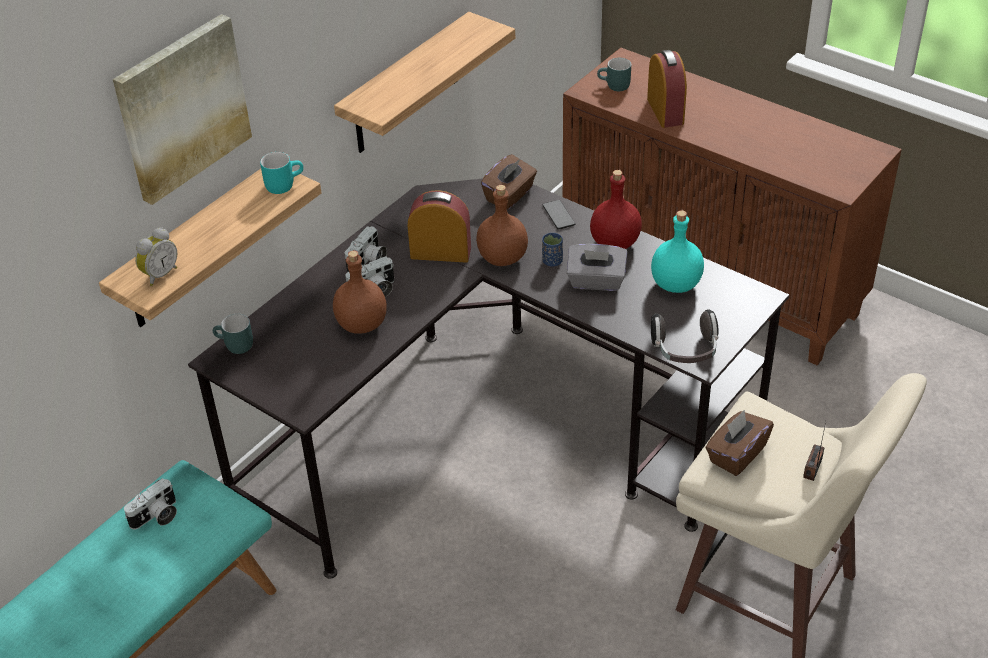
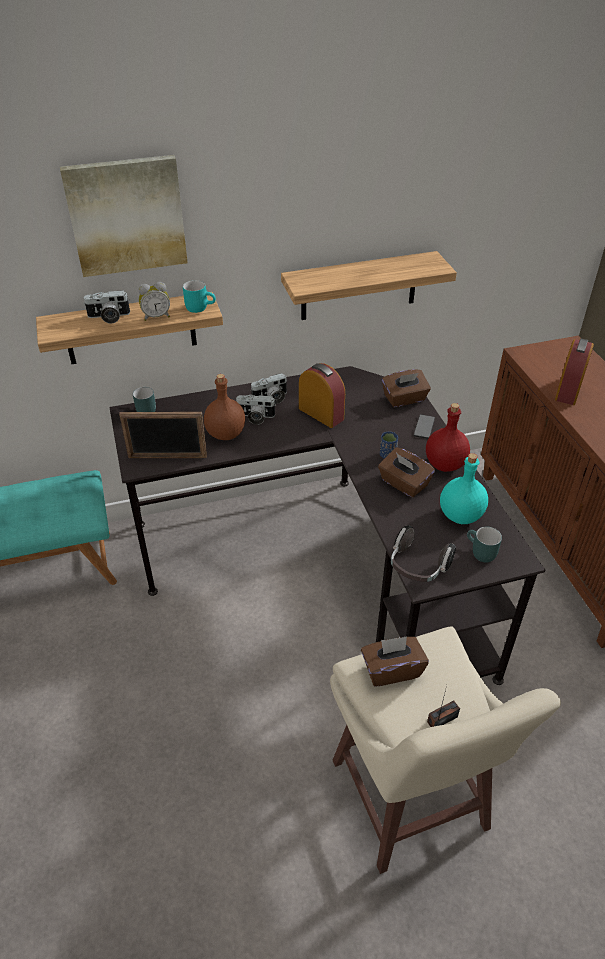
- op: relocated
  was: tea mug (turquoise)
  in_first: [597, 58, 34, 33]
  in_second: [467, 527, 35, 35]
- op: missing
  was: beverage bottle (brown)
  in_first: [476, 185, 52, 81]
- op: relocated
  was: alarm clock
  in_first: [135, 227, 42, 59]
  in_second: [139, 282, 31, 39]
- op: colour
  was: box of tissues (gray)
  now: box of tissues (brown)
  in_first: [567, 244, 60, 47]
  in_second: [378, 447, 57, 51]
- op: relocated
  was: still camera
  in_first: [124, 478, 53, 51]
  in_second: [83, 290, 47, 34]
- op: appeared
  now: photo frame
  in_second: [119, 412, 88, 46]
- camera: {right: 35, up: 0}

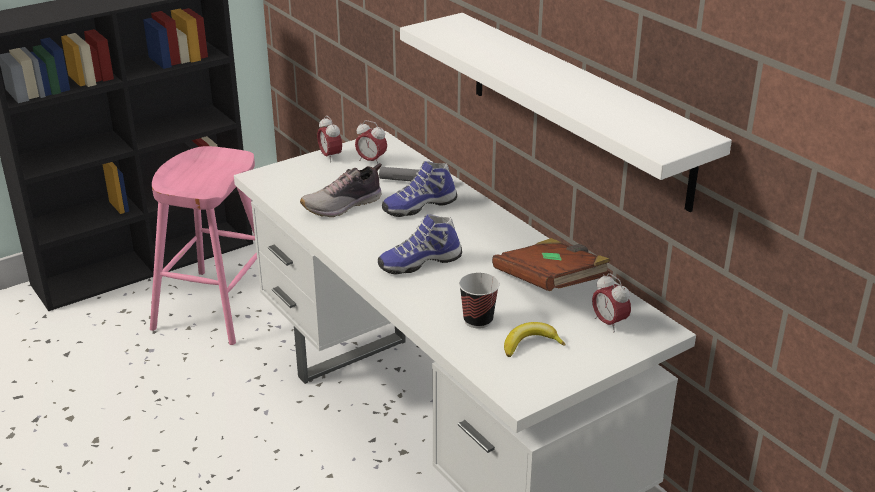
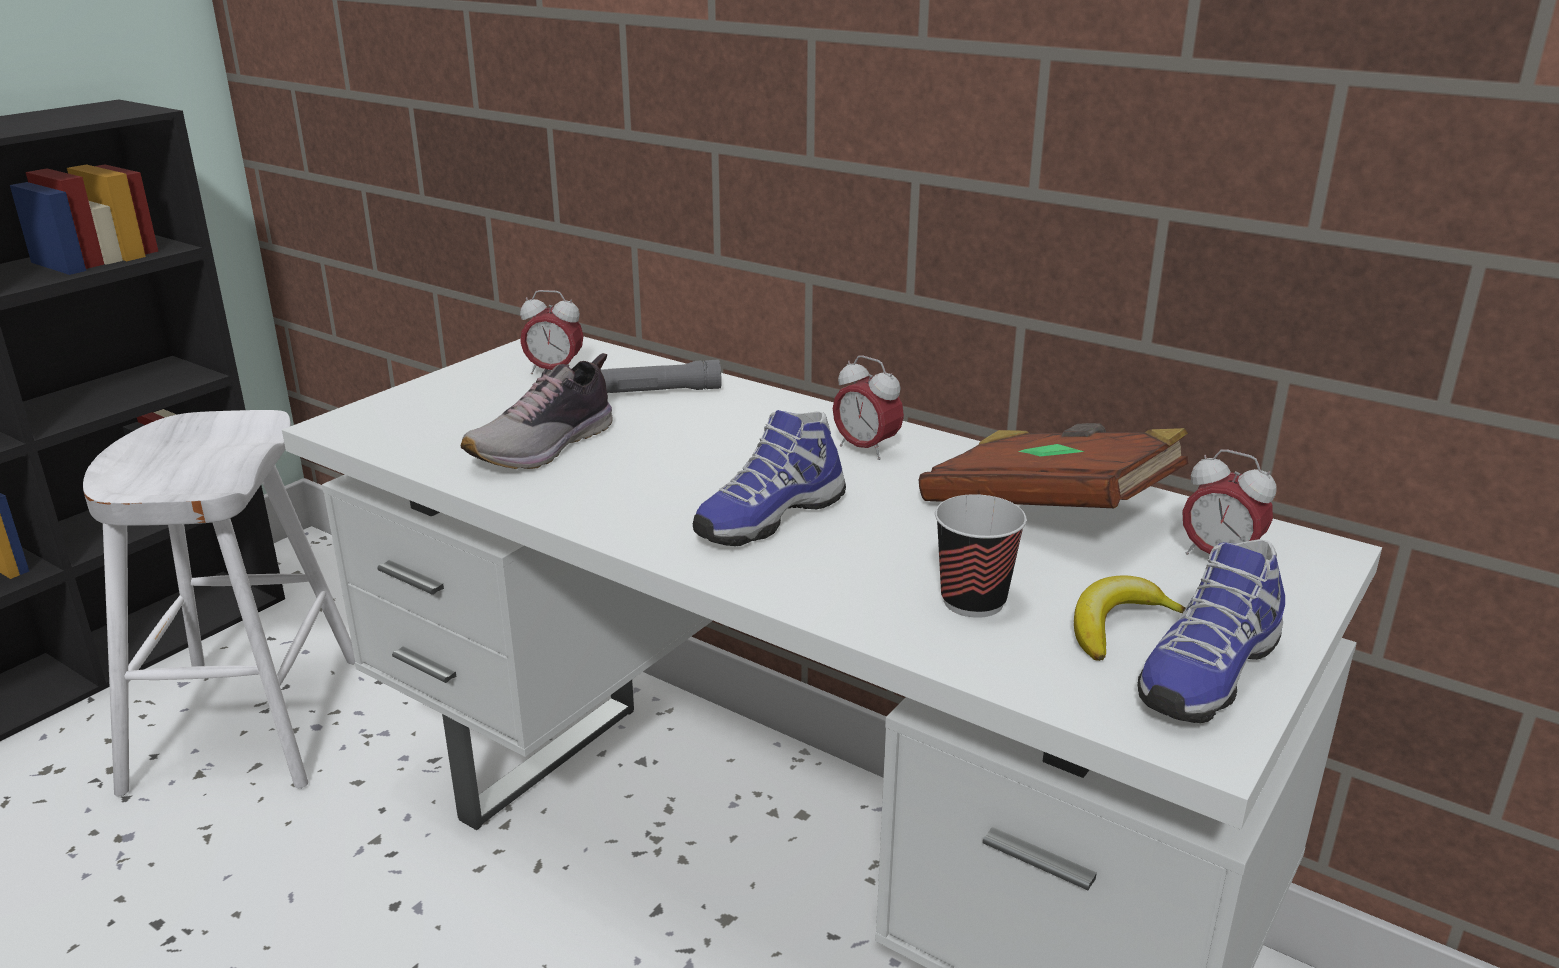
- op: missing
  was: wall shelf (white)
  in_first: [400, 13, 332, 199]
- op: relocated
  was: alarm clock
  in_first: [317, 115, 25, 47]
  in_second: [833, 355, 71, 105]
- op: colour
  was: stool seat (pinkish)
  now: stool seat (white)
  in_first: [150, 146, 107, 199]
  in_second: [83, 410, 272, 386]
- op: relocated
  was: low shoe
  in_first: [382, 161, 75, 56]
  in_second: [1137, 539, 148, 184]
- camera: {right: -20, up: -5}

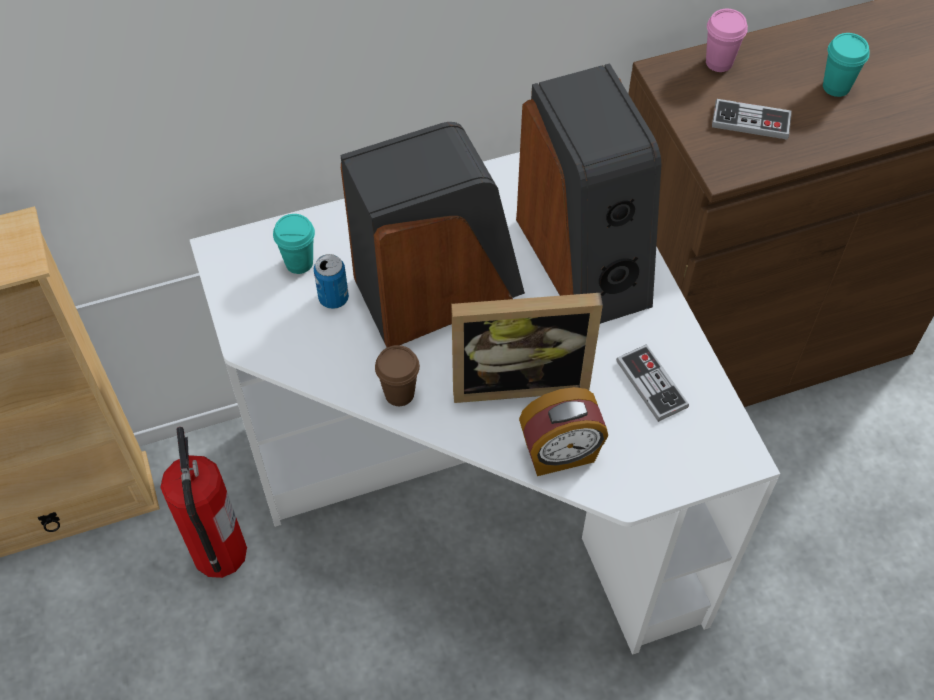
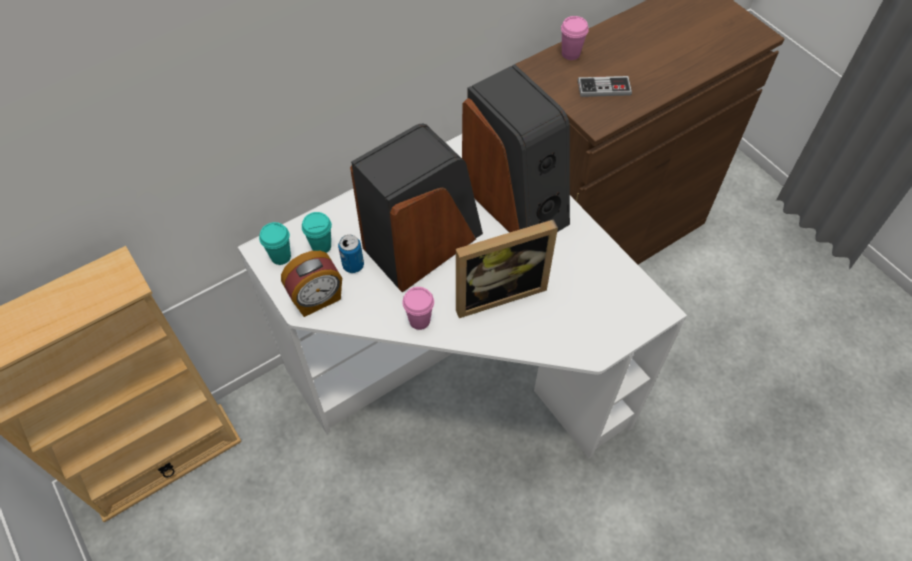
- op: relocated
  was: cup (turquoise)
  in_first: [823, 33, 47, 64]
  in_second: [259, 222, 32, 43]
- op: missing
  was: gamepad
  in_first: [616, 344, 73, 78]
- op: colour
  was: cup (brown)
  now: cup (pinkish)
  in_first: [375, 345, 45, 61]
  in_second: [402, 287, 32, 43]
- op: relocated
  was: alarm clock
  in_first: [519, 387, 89, 89]
  in_second: [281, 251, 61, 66]
- op: missing
  was: extinguisher
  in_first: [160, 427, 87, 151]
- camera: {right: -15, up: 0}

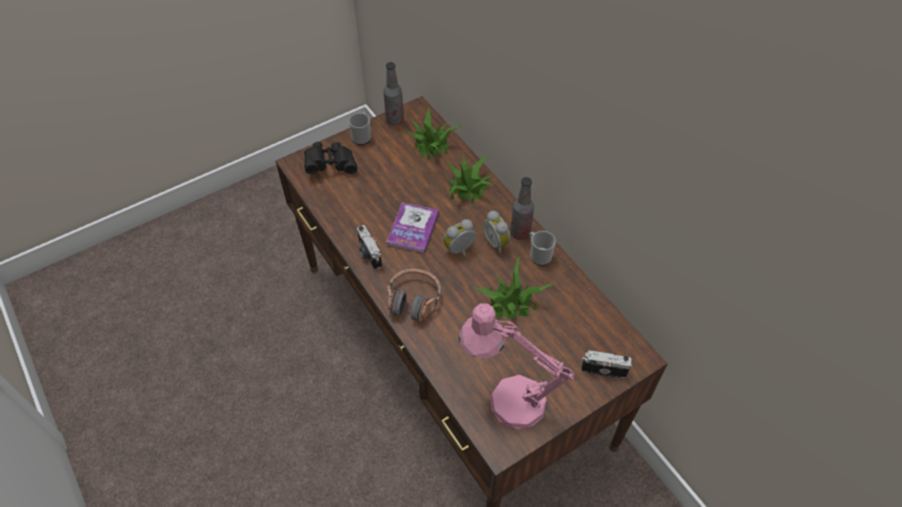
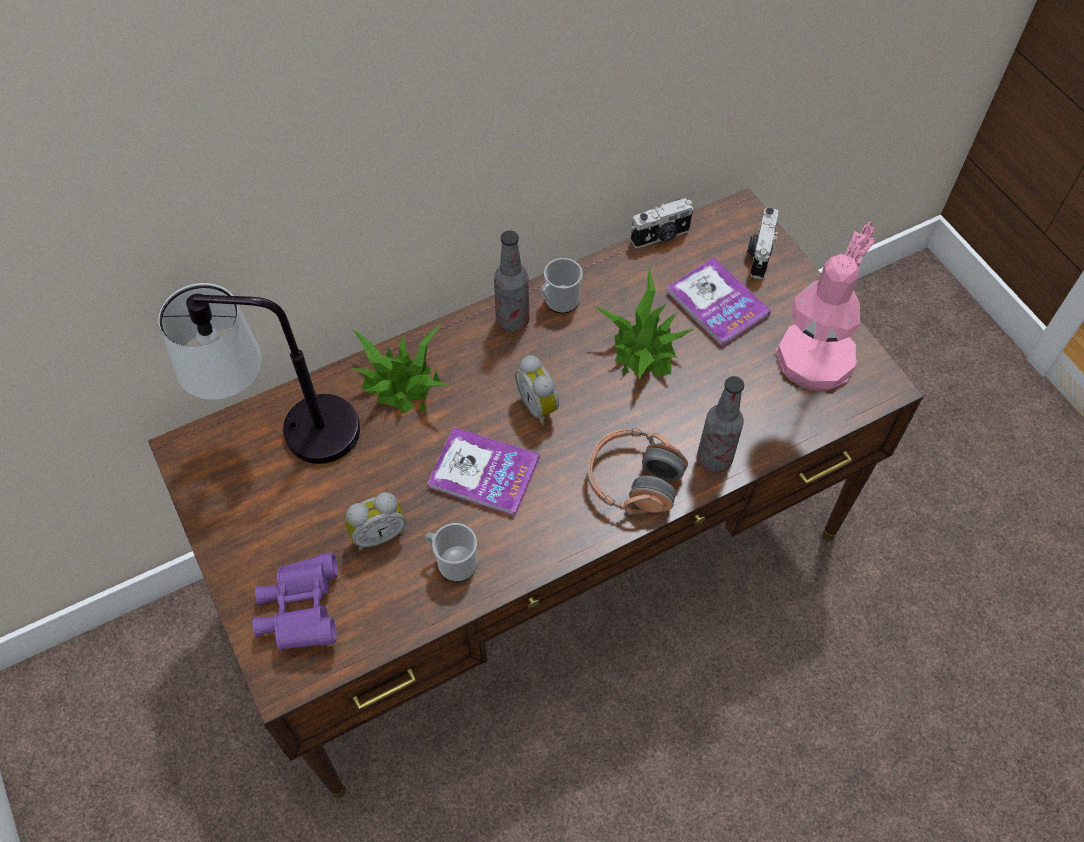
- op: relocated
  was: beverage bottle
  in_first: [383, 62, 21, 63]
  in_second: [697, 376, 47, 97]
- op: exchanged
  was: houseplant
  now: table lamp
  in_first: [407, 107, 54, 53]
  in_second: [158, 283, 202, 181]
- op: relocated
  was: tea mug
  in_first: [348, 112, 23, 33]
  in_second: [425, 523, 52, 59]
- op: colour
  was: field glasses (black-coloured)
  now: field glasses (purplish)
  in_first: [304, 142, 53, 32]
  in_second: [252, 553, 86, 97]
- op: relocated
  was: alarm clock
  in_first: [483, 211, 28, 43]
  in_second: [345, 492, 61, 59]
- op: relocated
  was: still camera
  in_first: [357, 225, 25, 45]
  in_second: [631, 198, 63, 50]
- op: appeared
  now: volume
  in_second: [666, 257, 105, 90]
- camera: {right: -85, up: 5}

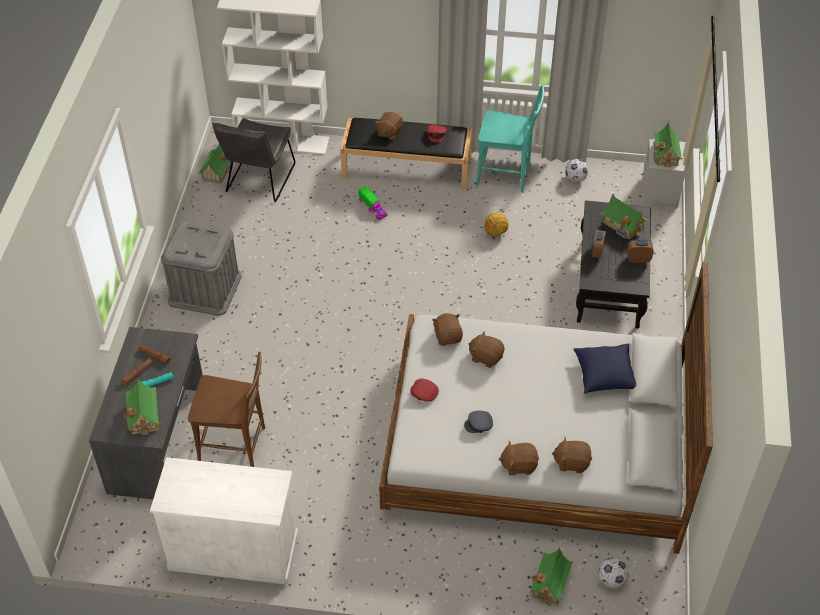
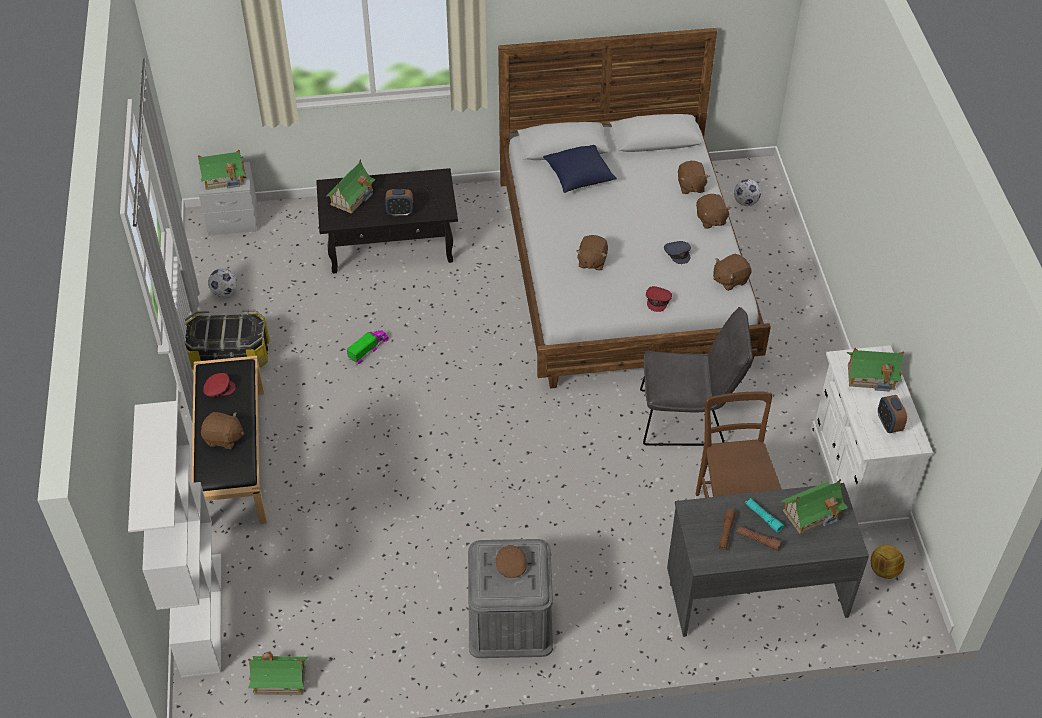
- op: exchanged
  was: upright chair (turquoise)
  now: storage bin
  in_first: [476, 85, 68, 108]
  in_second: [185, 309, 84, 62]
- op: relocated
  was: upright chair (gray)
  in_first: [212, 118, 83, 84]
  in_second: [640, 307, 113, 139]
- op: relocated
  was: toy truck
  in_first: [358, 186, 29, 34]
  in_second: [347, 330, 42, 35]
- op: relocated
  was: football
  in_first: [484, 213, 25, 23]
  in_second: [871, 545, 33, 34]
- op: relocated
  was: alarm clock
  in_first: [627, 239, 26, 24]
  in_second: [878, 395, 29, 38]
- op: relocated
  was: plush toy (brown)
  in_first: [432, 313, 31, 33]
  in_second: [713, 254, 39, 37]
- op: relocated
  was: model house
  in_first: [530, 548, 43, 57]
  in_second: [847, 348, 57, 44]
- op: appeared
  now: peaked cap (brown)
  in_second: [496, 545, 31, 33]
- camera: {right: -105, up: 0}

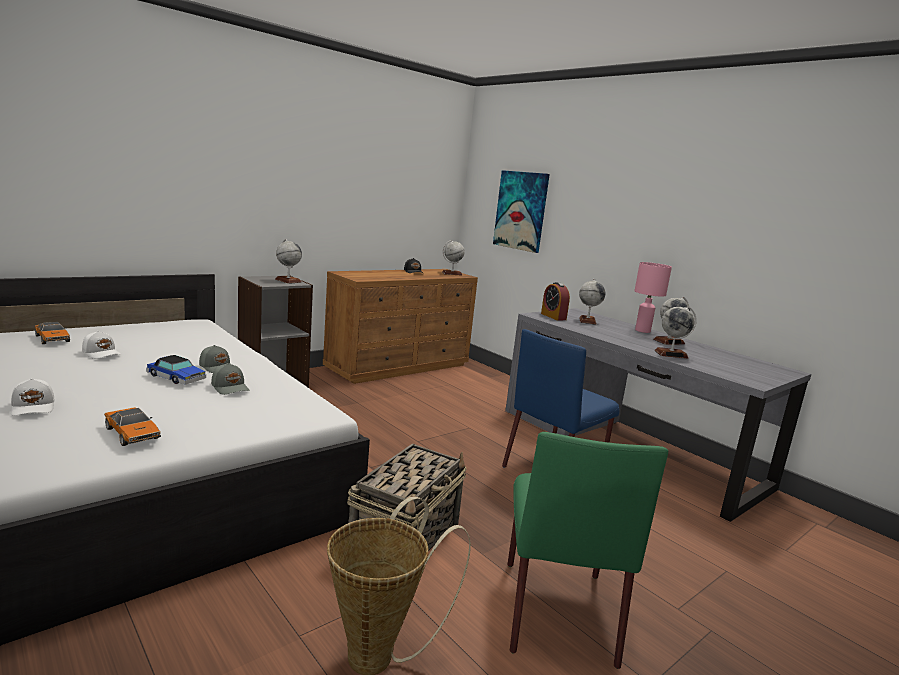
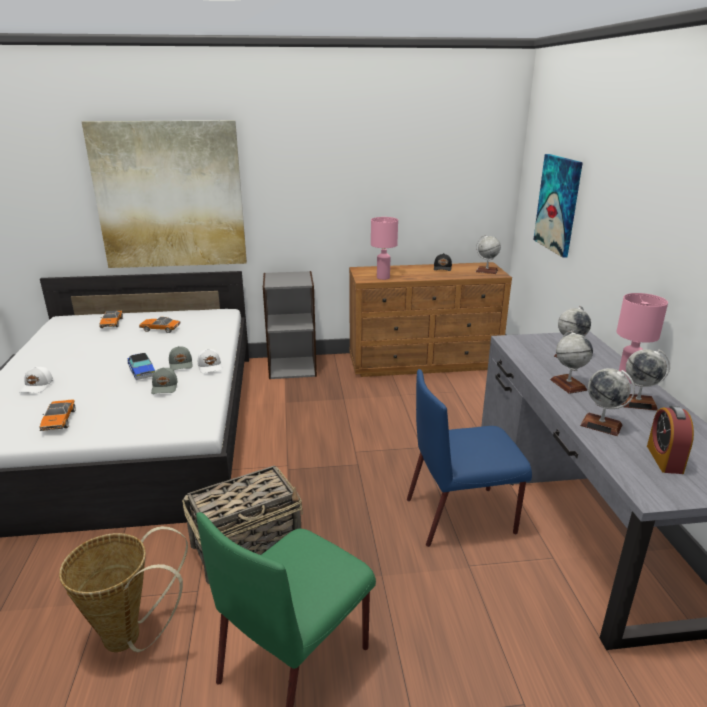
- op: relocated
  was: desk globe
  in_first: [275, 239, 27, 45]
  in_second: [550, 331, 43, 63]
- op: relocated
  was: alarm clock
  in_first: [541, 282, 29, 38]
  in_second: [647, 406, 47, 68]
- op: relocated
  was: peaked cap (white)
  in_first: [82, 331, 39, 28]
  in_second: [198, 349, 24, 24]
- op: appeared
  now: wall art
  in_second: [82, 120, 165, 148]
- op: appeared
  now: table lamp (pinkish)
  in_second: [371, 217, 27, 63]
- op: appeared
  now: miniature car
  in_second: [139, 317, 41, 16]
- camera: {right: 35, up: 10}

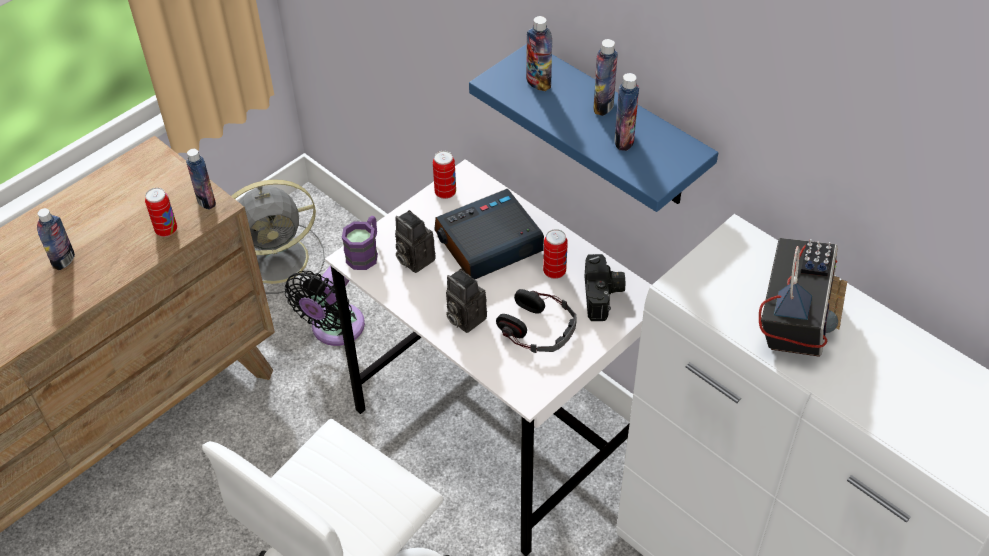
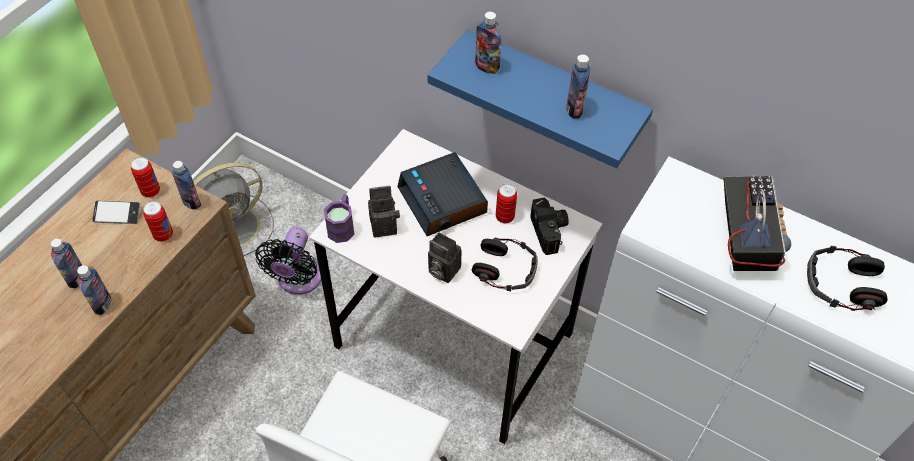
- op: relocated
  was: beverage bottle
  in_first: [593, 39, 25, 77]
  in_second: [77, 265, 34, 50]
- op: relocated
  was: metal can
  in_first: [433, 151, 23, 48]
  in_second: [131, 157, 29, 41]
- op: spun
  was: alarm clock
  in_first: [434, 189, 110, 90]
  in_second: [397, 152, 91, 84]
  clockwise: -75
- op: spun
  was: still camera
  in_first: [395, 210, 41, 63]
  in_second: [368, 186, 32, 52]
  clockwise: 135
- op: appeared
  now: telephone
  in_second: [92, 201, 48, 23]
- op: appeared
  now: headset
  in_second: [807, 246, 81, 65]
- camera: {right: -15, up: 5}

